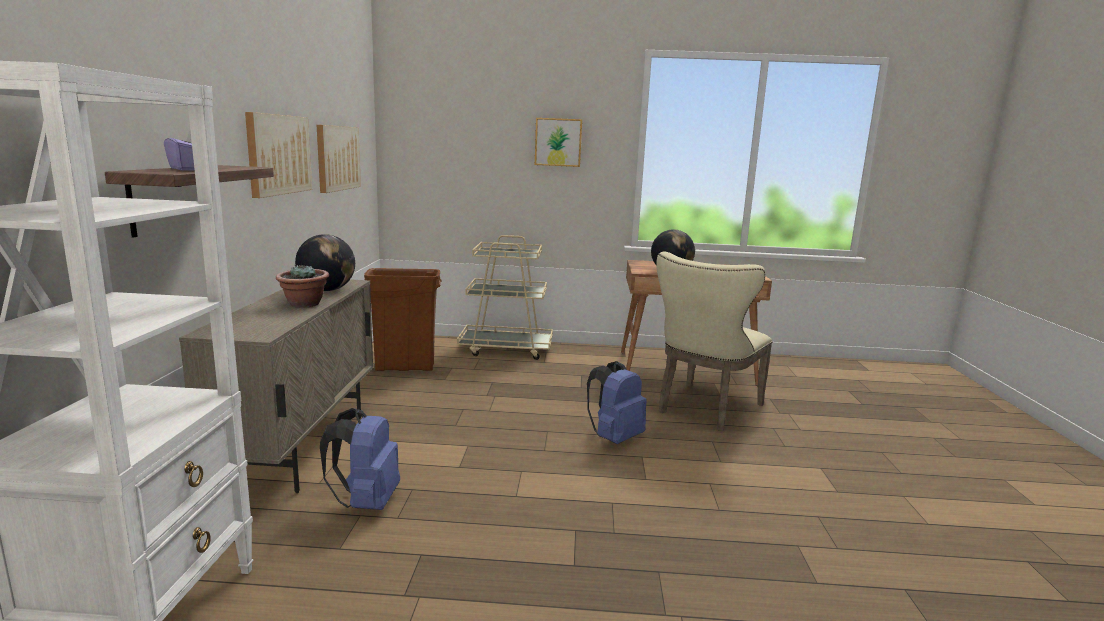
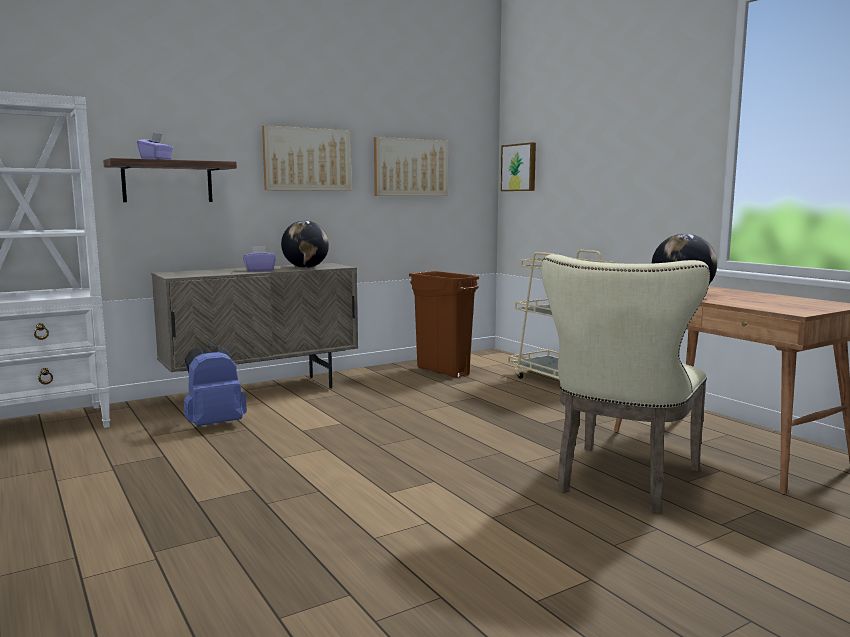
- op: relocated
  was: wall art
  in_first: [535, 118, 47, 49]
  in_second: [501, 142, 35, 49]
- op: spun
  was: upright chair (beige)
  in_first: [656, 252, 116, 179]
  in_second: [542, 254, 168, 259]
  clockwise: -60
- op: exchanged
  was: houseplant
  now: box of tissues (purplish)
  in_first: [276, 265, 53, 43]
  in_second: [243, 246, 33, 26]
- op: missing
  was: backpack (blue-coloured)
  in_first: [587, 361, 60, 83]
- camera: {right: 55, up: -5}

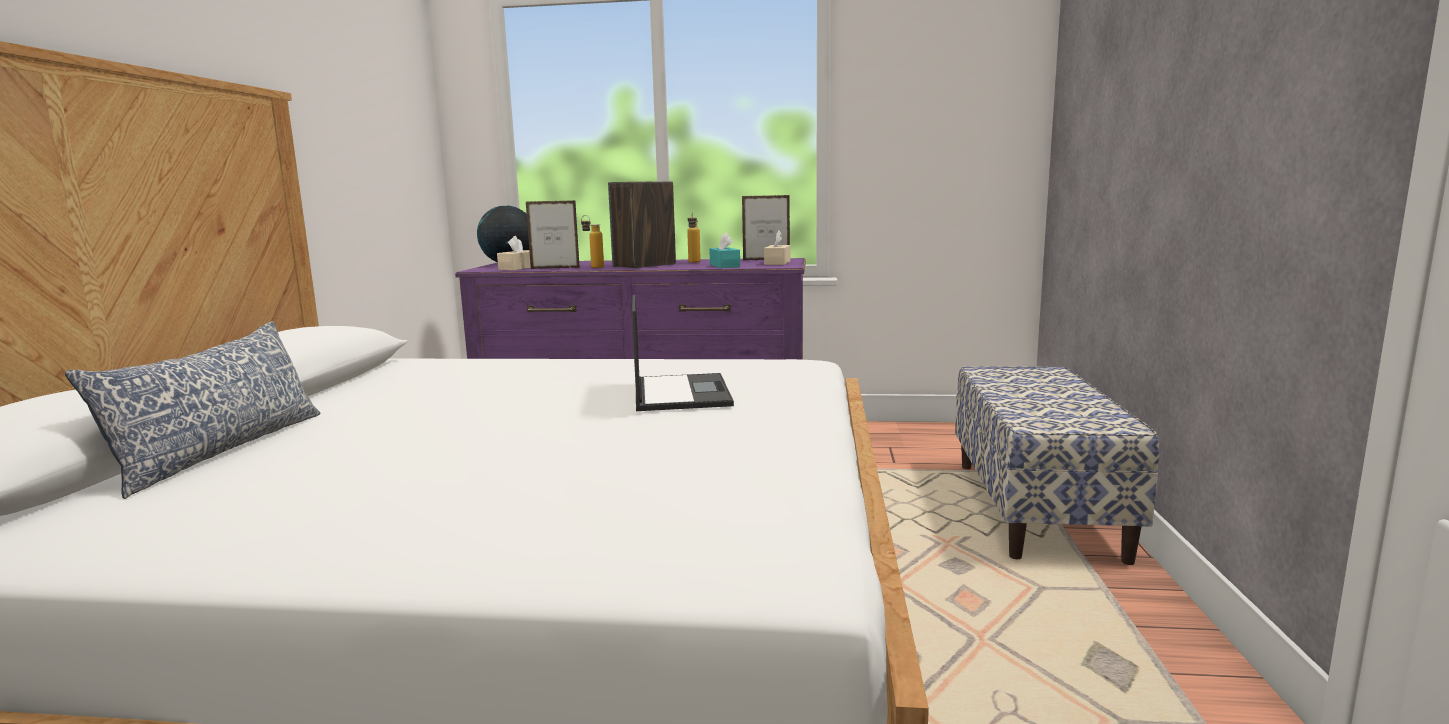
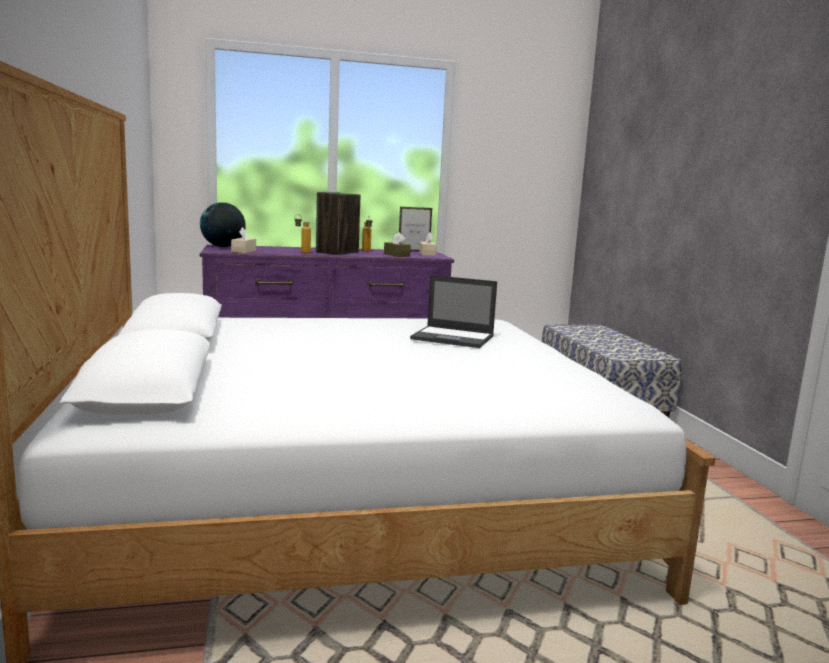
- op: missing
  was: photo frame
  in_first: [526, 200, 54, 69]
- op: colour
  was: box of tissues (turquoise)
  now: box of tissues (brown)
  in_first: [709, 232, 31, 36]
  in_second: [384, 232, 27, 25]
- op: spun
  was: laptop
  in_first: [632, 295, 102, 116]
  in_second: [410, 275, 87, 73]
  clockwise: 135
- op: missing
  was: pillow
  in_first: [65, 321, 255, 178]
- camera: {right: -20, up: 0}

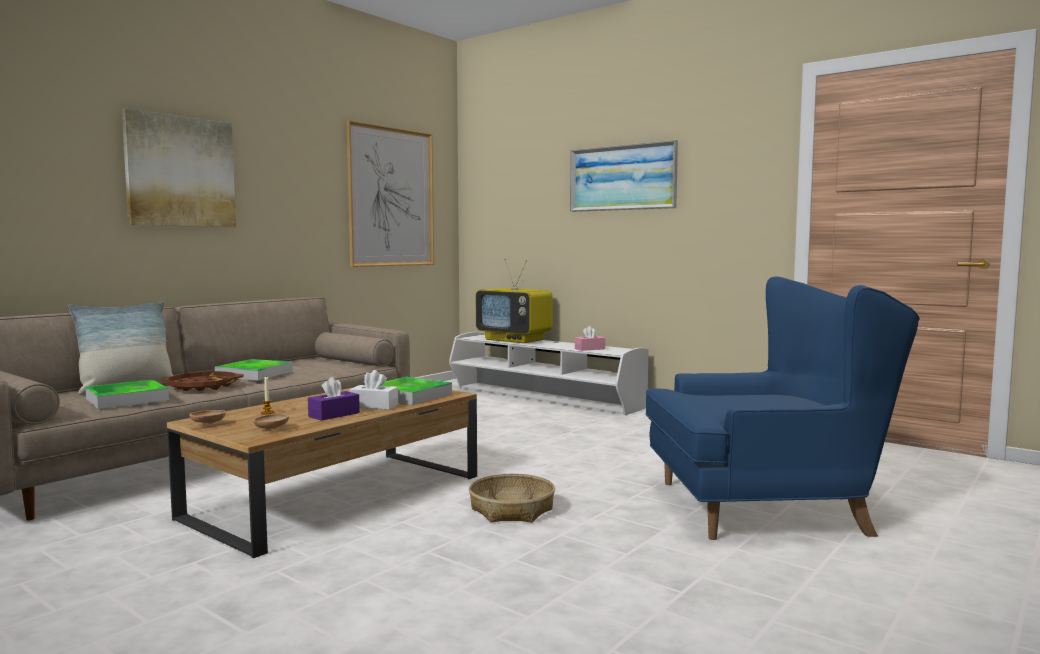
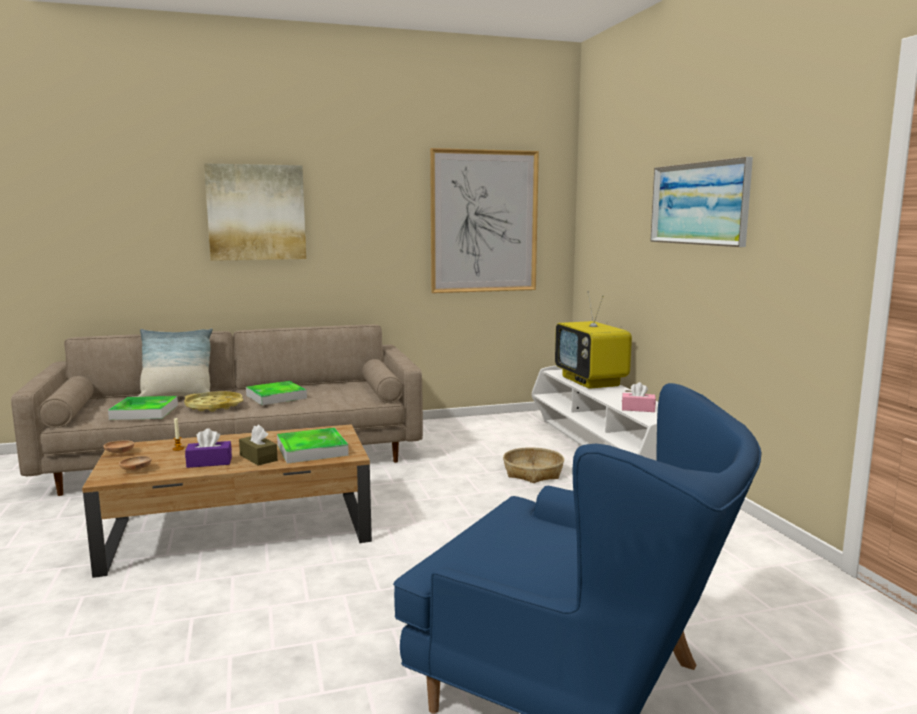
- op: colour
  was: box of tissues (white)
  now: box of tissues (brown)
  in_first: [350, 370, 48, 40]
  in_second: [239, 425, 39, 40]
- op: colour
  was: tray (brown)
  now: tray (yellow-coloured)
  in_first: [160, 371, 84, 20]
  in_second: [184, 391, 59, 21]
- op: relocated
  was: basket
  in_first: [469, 474, 86, 48]
  in_second: [503, 447, 61, 36]
- camera: {right: 35, up: 5}

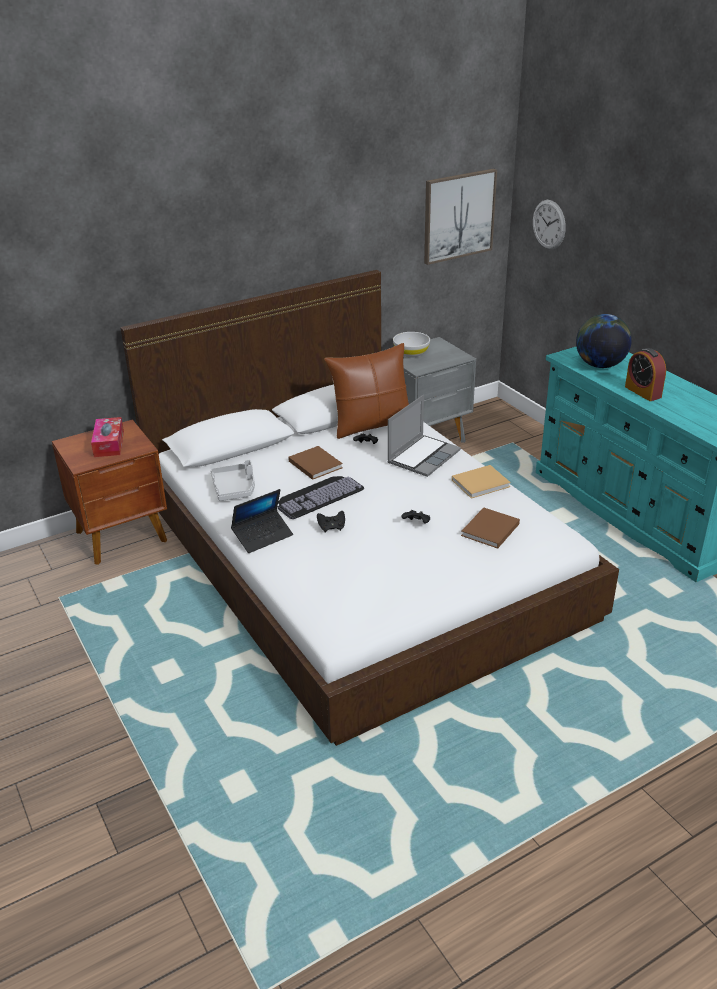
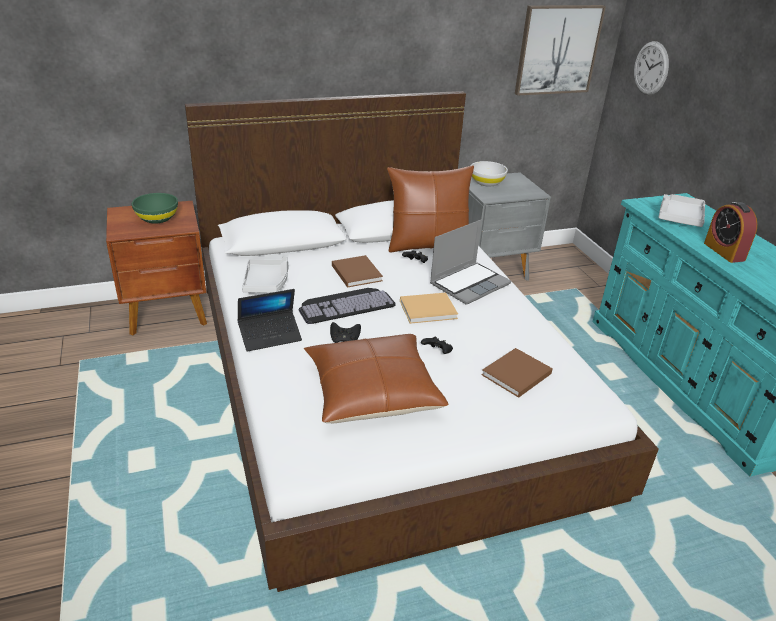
- op: exchanged
  was: desk globe
  now: tray (gray)
  in_first: [576, 314, 56, 54]
  in_second: [658, 194, 47, 33]
- op: exchanged
  was: box of tissues
  now: bowl (green)
  in_first: [91, 417, 33, 40]
  in_second: [132, 193, 46, 31]
- op: relocated
  was: volume (beige)
  in_first: [452, 465, 59, 34]
  in_second: [400, 293, 58, 31]
- op: appeared
  now: pillow (brown)
  in_second: [304, 334, 145, 89]
- camera: {right: 10, up: 0}

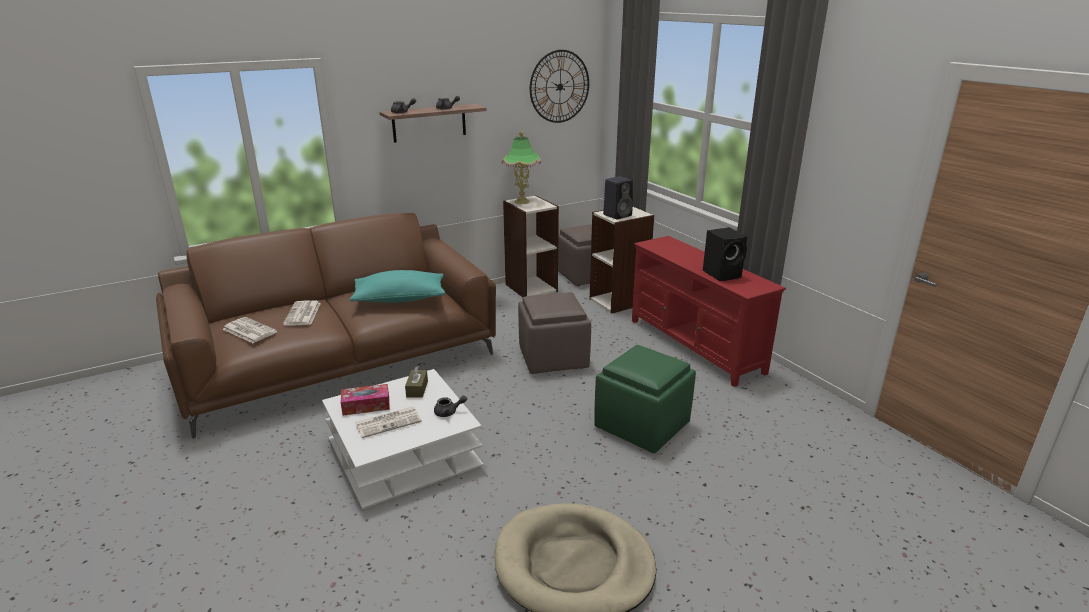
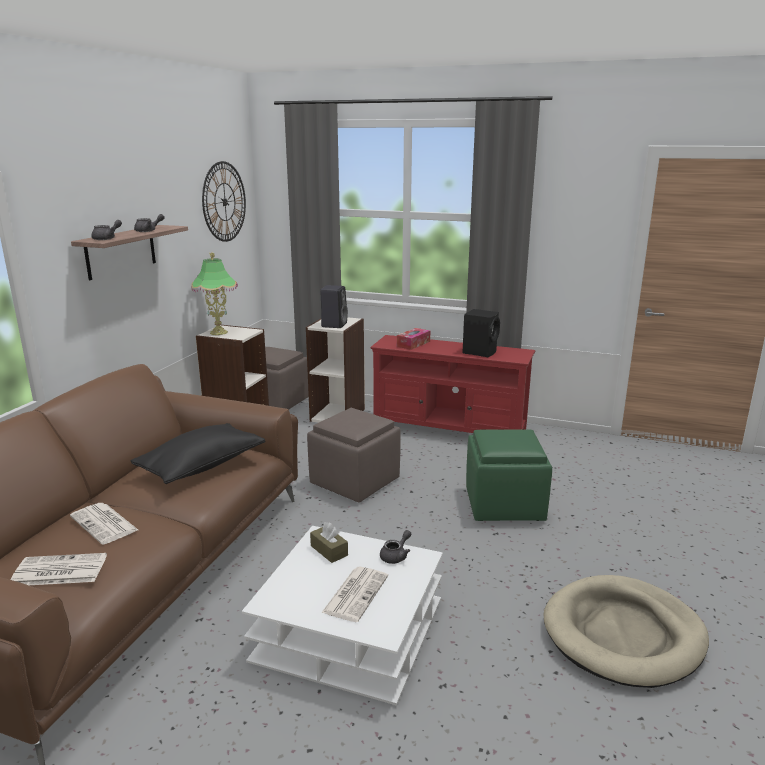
- op: colour
  was: pillow (turquoise)
  now: pillow (black-coloured)
  in_first: [350, 270, 95, 33]
  in_second: [131, 423, 134, 61]
- op: relocated
  was: box of tissues
  in_first: [341, 384, 49, 32]
  in_second: [397, 328, 33, 22]
- camera: {right: -40, up: -5}

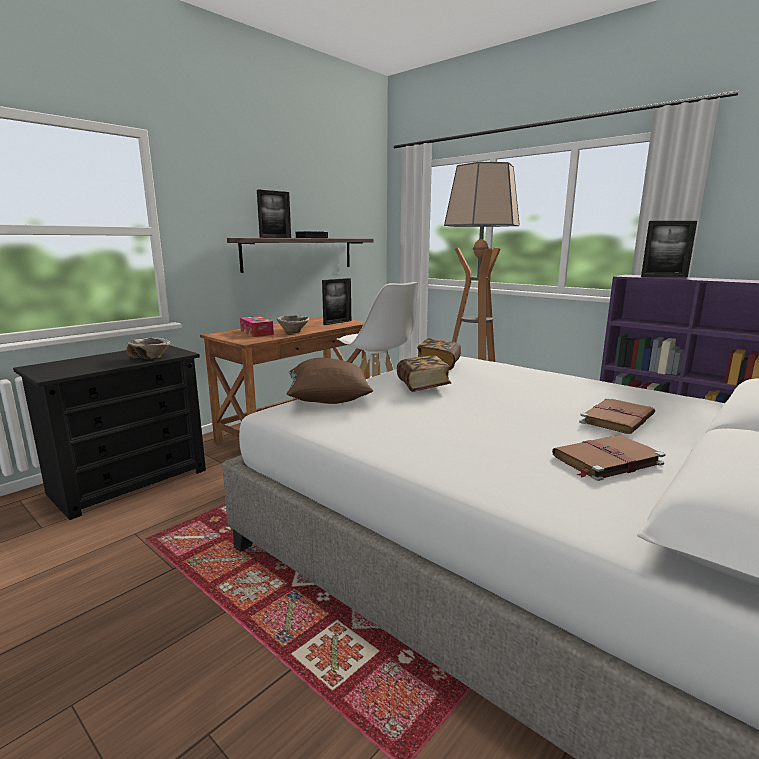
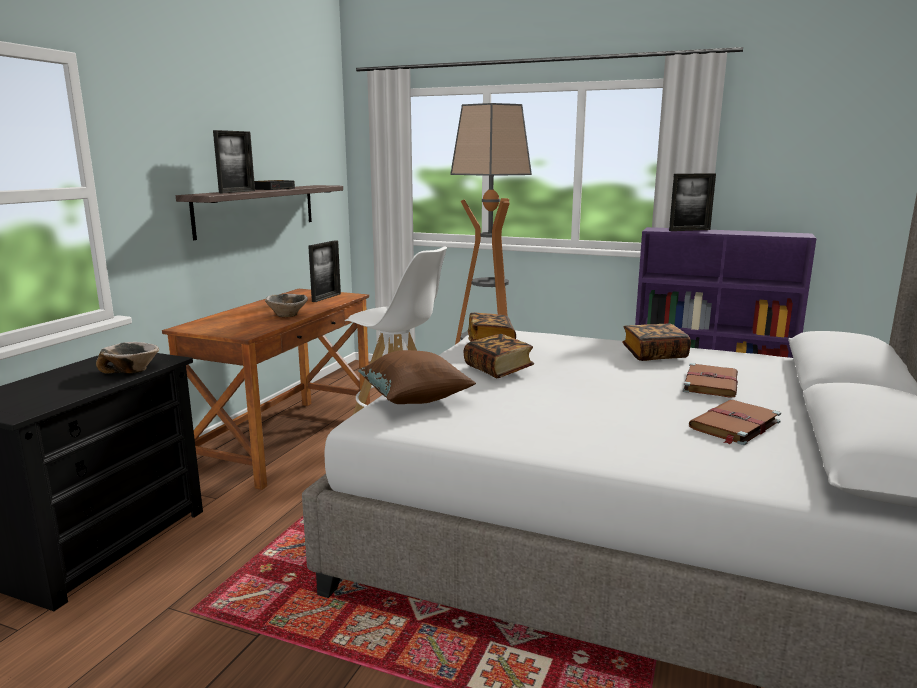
- op: missing
  was: box of tissues
  in_first: [240, 316, 34, 21]
- op: appeared
  now: volume
  in_second: [622, 323, 69, 38]
- camera: {right: -20, up: 0}

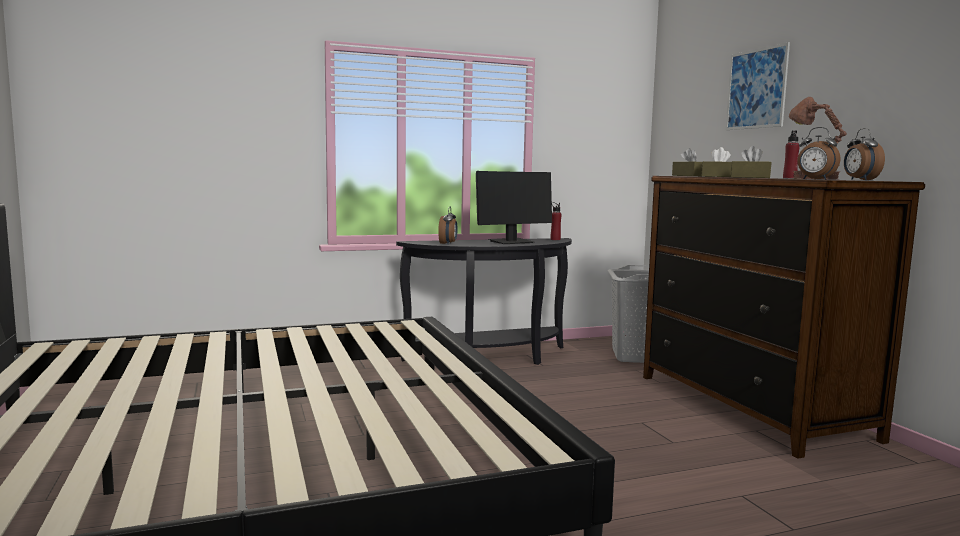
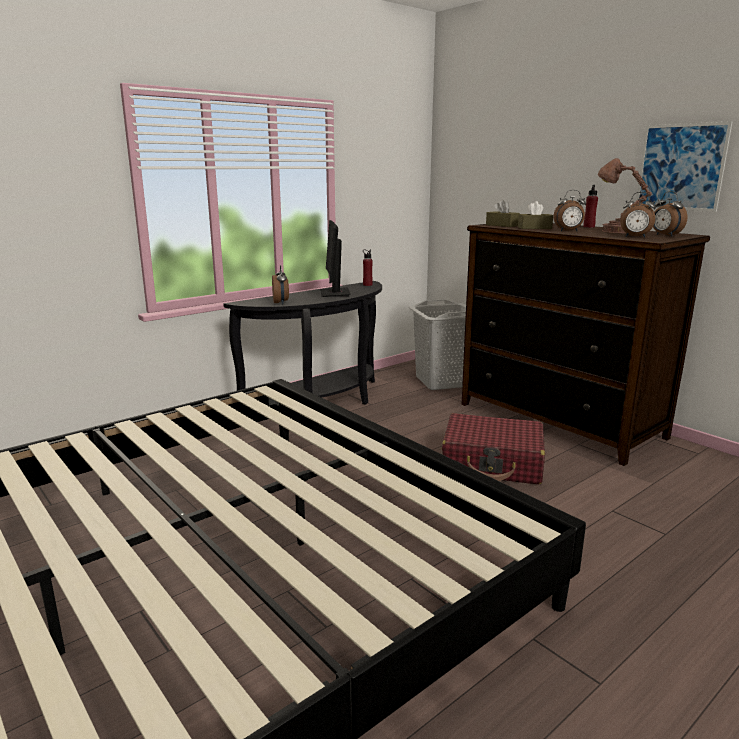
- op: relocated
  was: wall art
  in_first: [726, 42, 64, 88]
  in_second: [636, 121, 97, 91]
- op: exchanged
  was: box of tissues (brown)
  now: alarm clock
  in_first: [731, 146, 40, 32]
  in_second: [554, 190, 32, 41]
- op: spun
  was: computer screen
  in_first: [476, 171, 76, 73]
  in_second: [320, 220, 31, 77]
  clockwise: 135
- op: appeared
  now: piece of luggage (red)
  in_second: [442, 413, 103, 71]
- camera: {right: -20, up: 10}

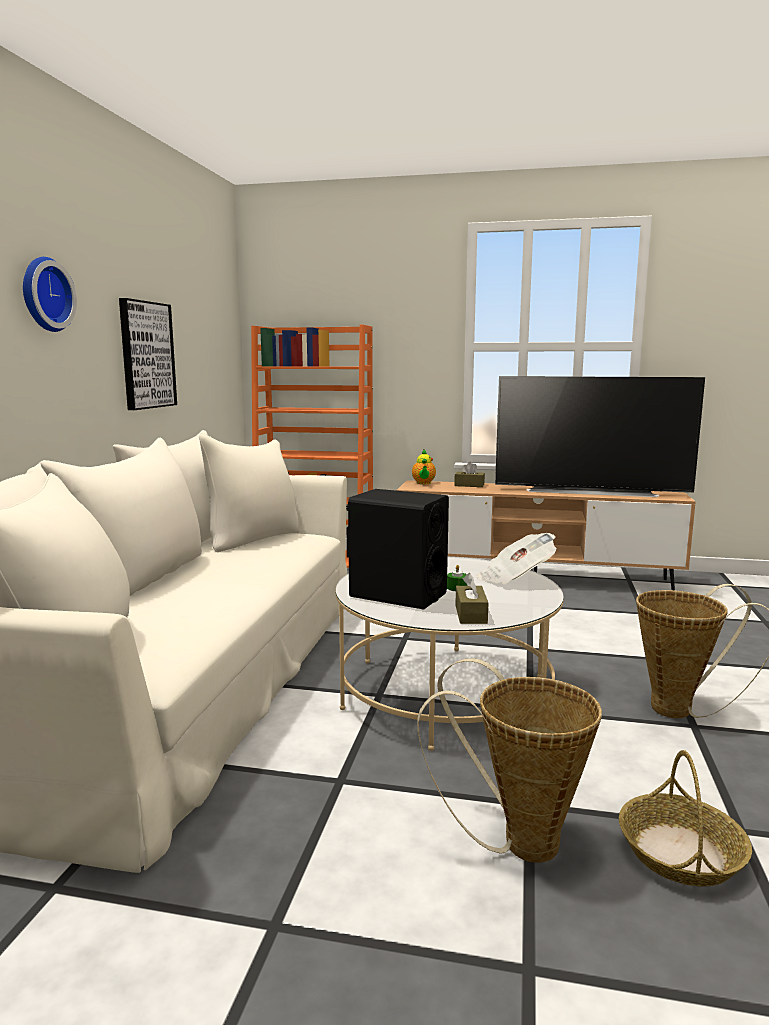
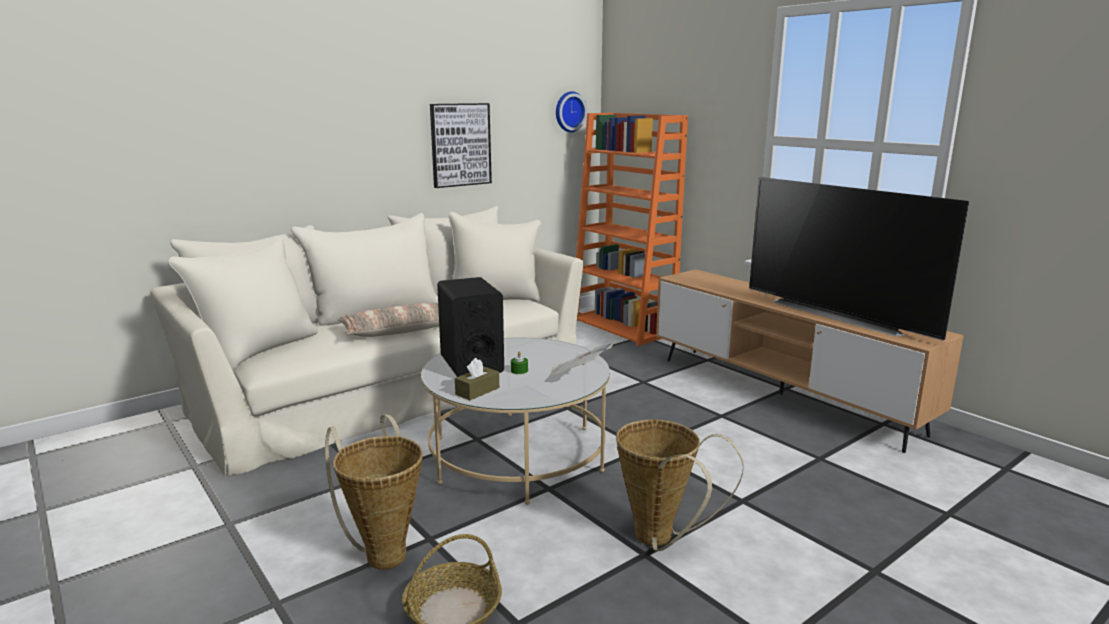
- op: relocated
  was: wall clock
  in_first: [23, 257, 54, 75]
  in_second: [556, 91, 31, 41]
- op: missing
  was: pot for tea
  in_first: [412, 449, 24, 35]
- op: missing
  was: box of tissues (brown)
  in_first: [454, 462, 31, 25]
- op: appeared
  now: pillow
  in_second: [338, 303, 101, 34]
- camera: {right: 40, up: 5}

